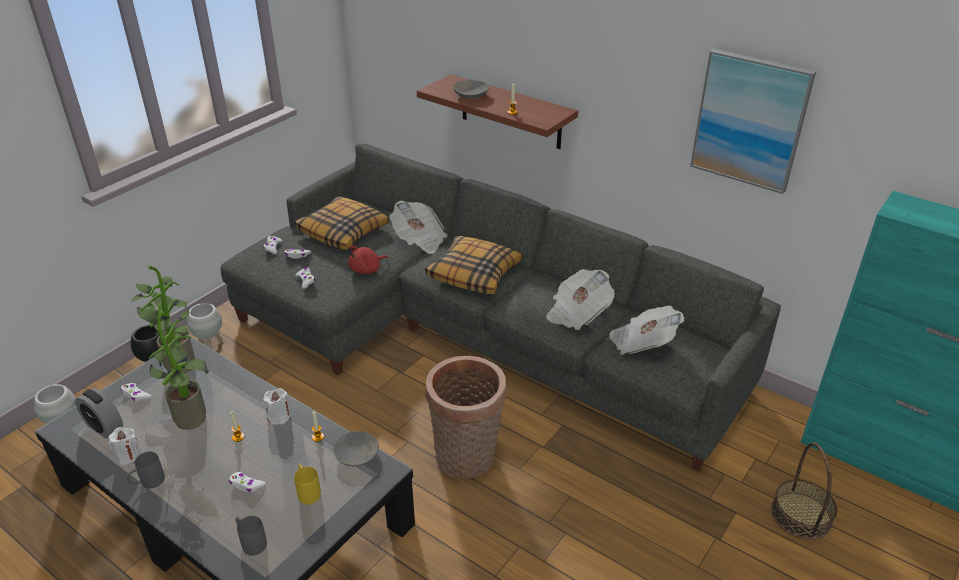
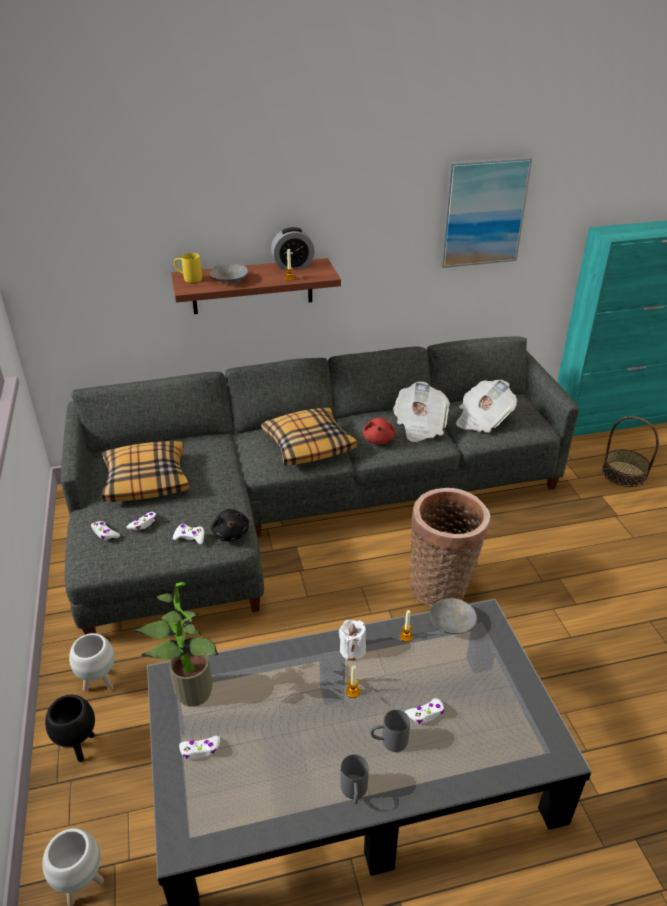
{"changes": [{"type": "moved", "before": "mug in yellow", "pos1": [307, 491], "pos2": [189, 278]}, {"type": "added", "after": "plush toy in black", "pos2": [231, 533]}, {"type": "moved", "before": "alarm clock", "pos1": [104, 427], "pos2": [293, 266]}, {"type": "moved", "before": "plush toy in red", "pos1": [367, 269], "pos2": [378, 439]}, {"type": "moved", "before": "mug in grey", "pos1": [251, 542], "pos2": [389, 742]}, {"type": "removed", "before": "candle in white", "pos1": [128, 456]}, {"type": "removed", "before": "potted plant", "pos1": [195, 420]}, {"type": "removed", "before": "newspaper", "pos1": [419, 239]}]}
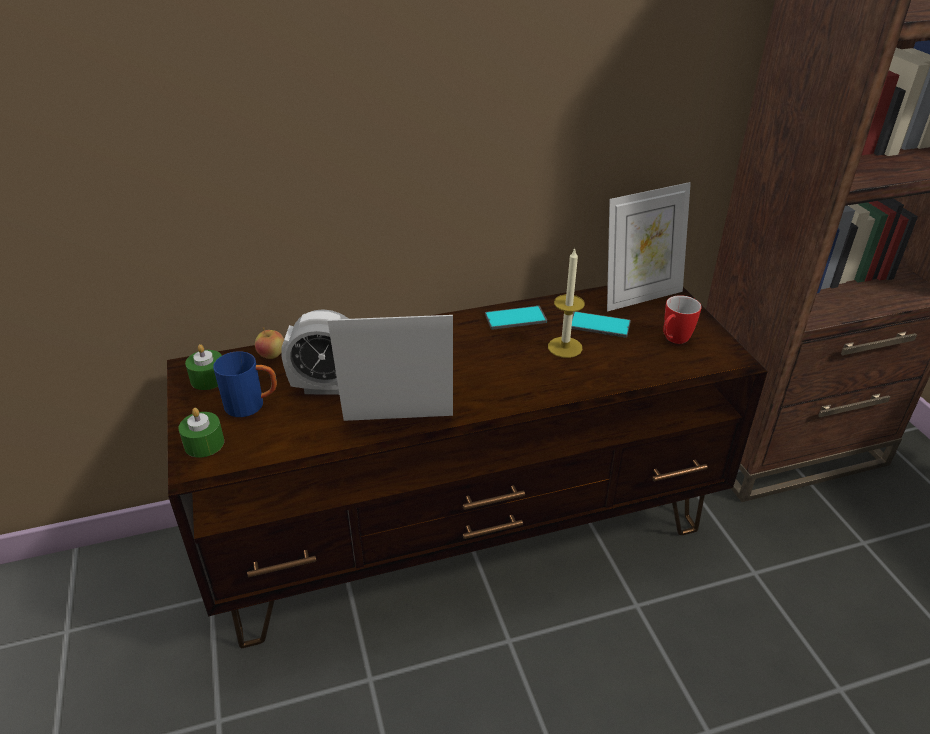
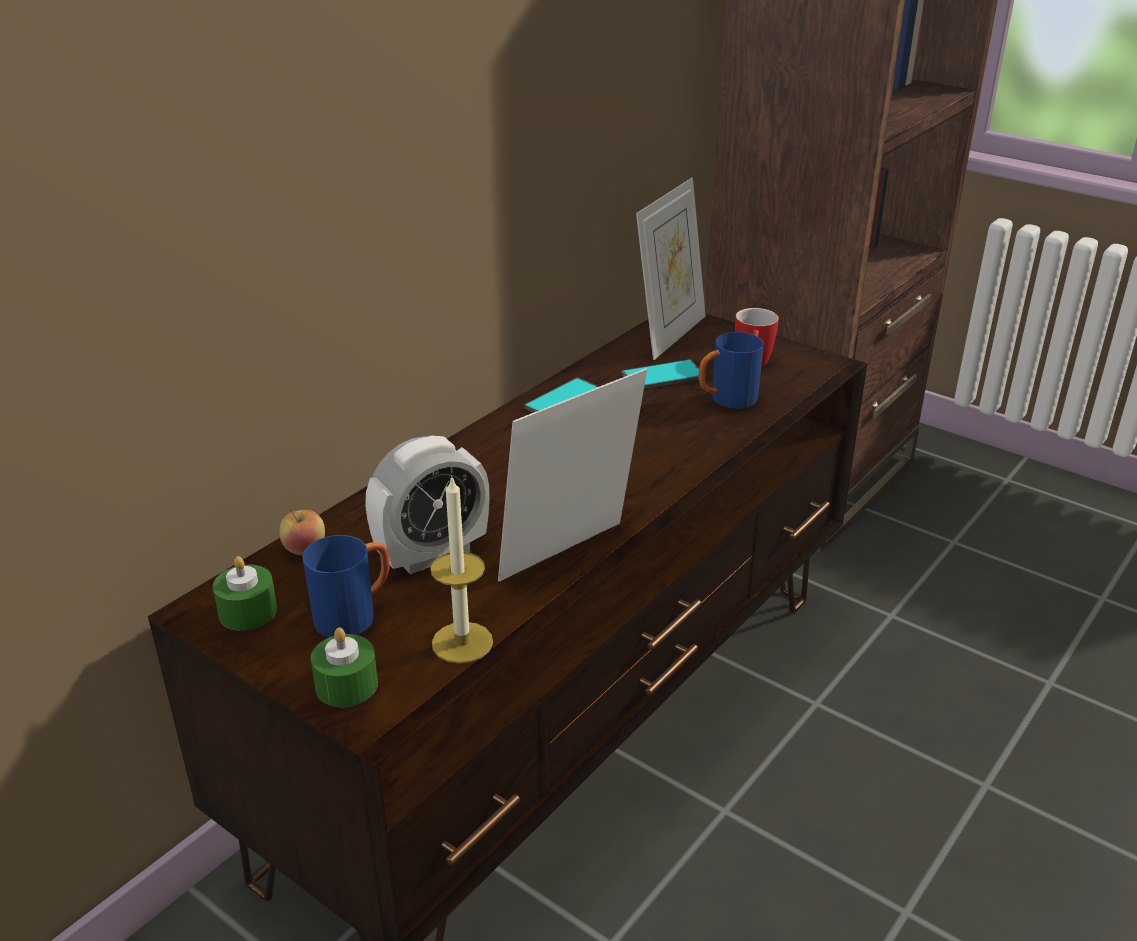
{"changes": [{"type": "moved", "before": "candle", "pos1": [565, 347], "pos2": [462, 642]}, {"type": "added", "after": "mug in blue", "pos2": [726, 400]}]}
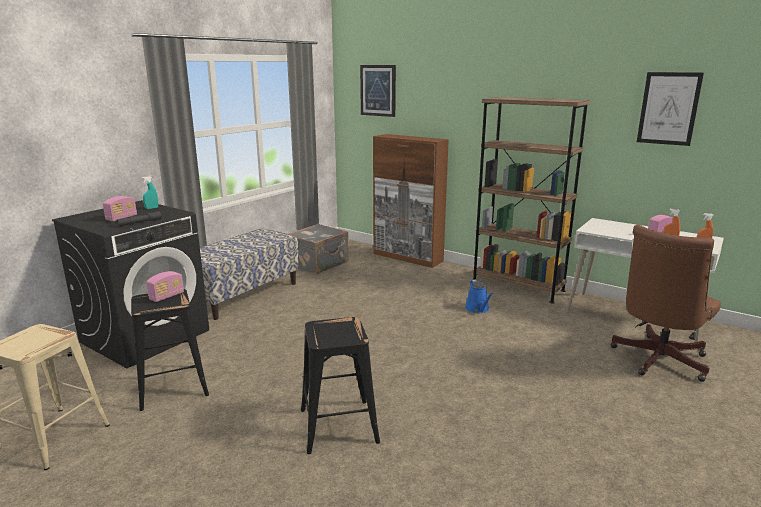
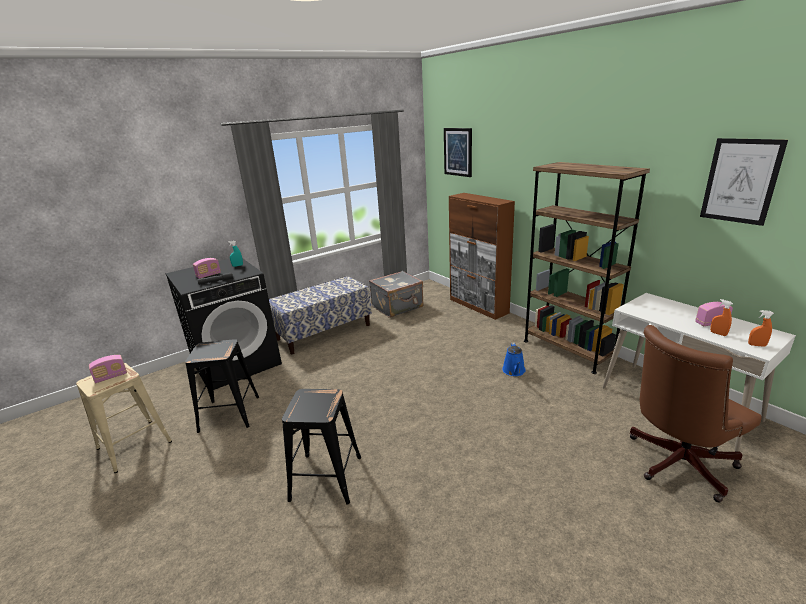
{"changes": [{"type": "moved", "before": "radio", "pos1": [167, 296], "pos2": [111, 377]}]}
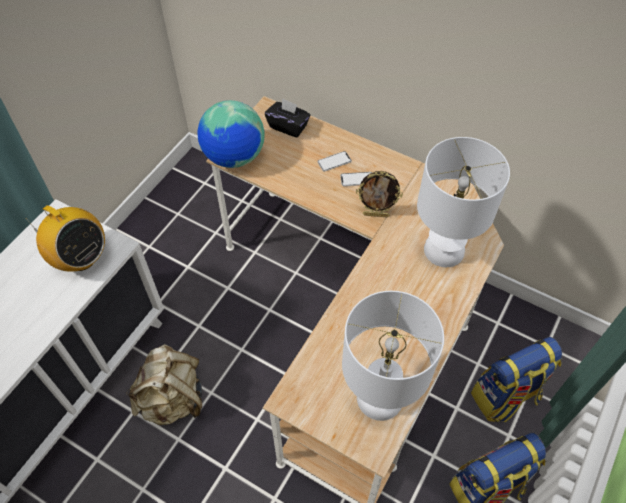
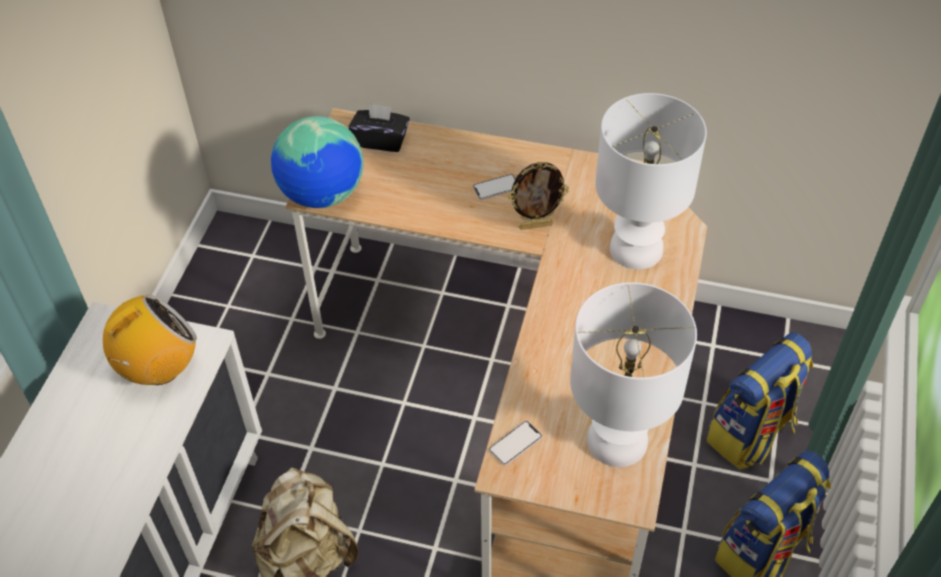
{"changes": [{"type": "turned", "before": "radio", "pos1": [80, 258], "pos2": [159, 368], "turn": -60}, {"type": "moved", "before": "phone", "pos1": [334, 162], "pos2": [515, 443]}]}
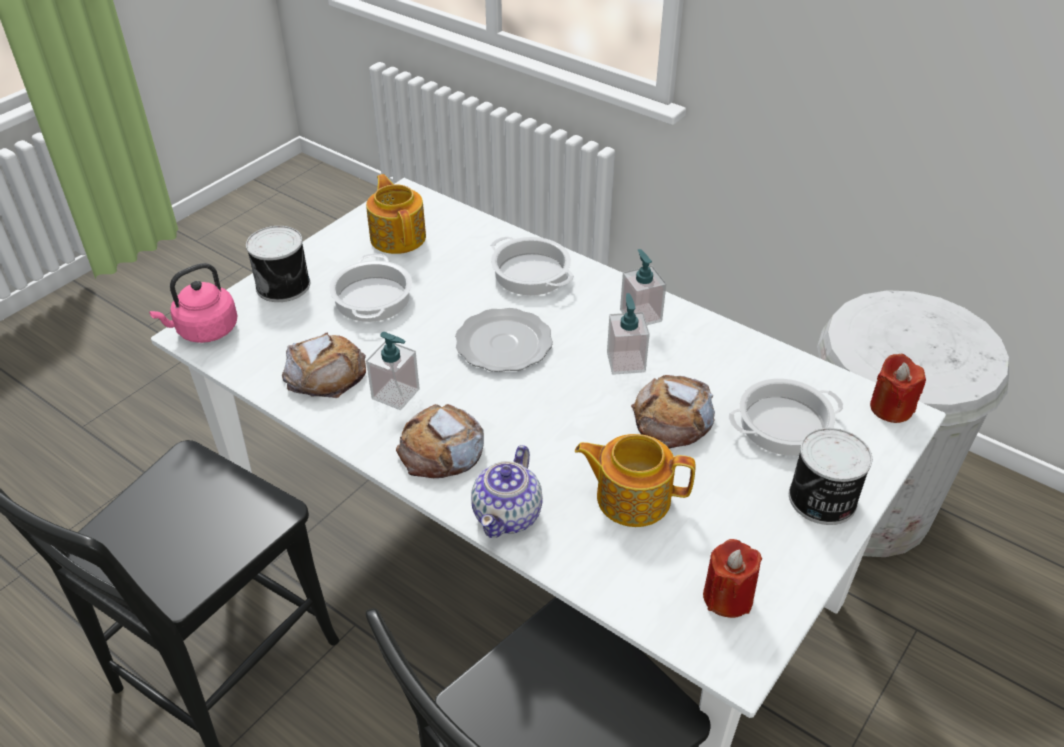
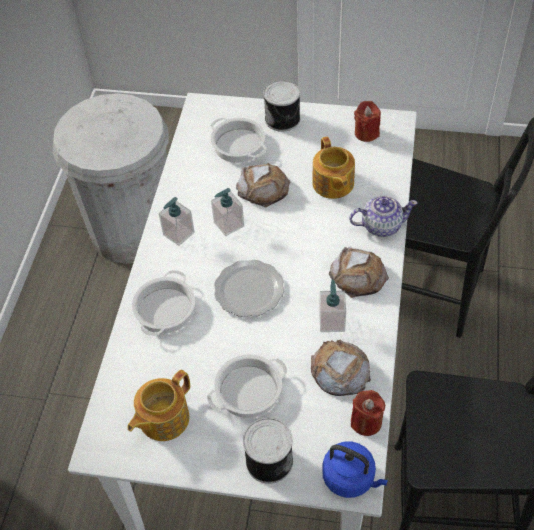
{"changes": [{"type": "recoloured", "before": "kettle in pink", "after": "kettle in blue", "pos1": [204, 331], "pos2": [351, 478]}, {"type": "moved", "before": "candle in red", "pos1": [891, 408], "pos2": [366, 422]}]}
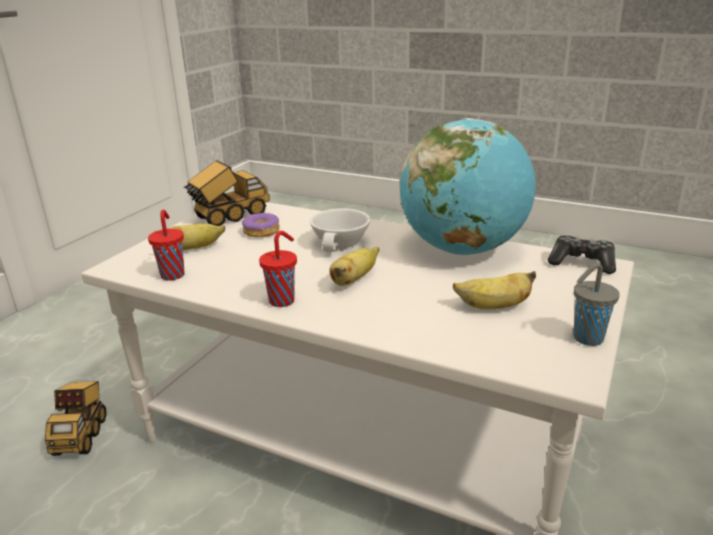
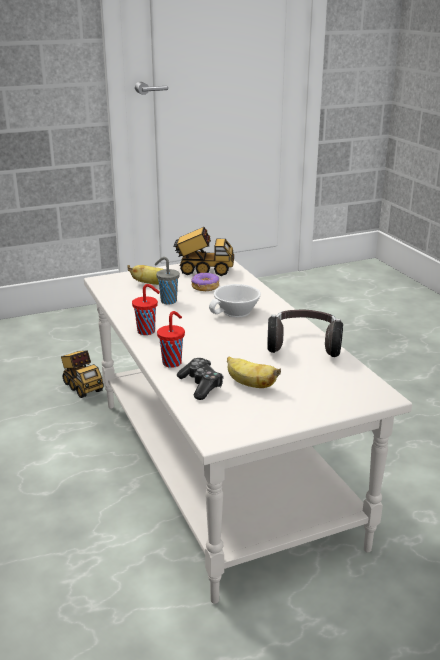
{"changes": [{"type": "turned", "before": "toy truck", "pos1": [81, 435], "pos2": [82, 387], "turn": -75}, {"type": "moved", "before": "cup in grey", "pos1": [586, 339], "pos2": [167, 301]}, {"type": "moved", "before": "cup in red", "pos1": [173, 275], "pos2": [173, 362]}, {"type": "moved", "before": "game controller", "pos1": [582, 263], "pos2": [201, 385]}, {"type": "replaced", "before": "globe", "after": "headphones", "pos1": [463, 250], "pos2": [304, 345]}, {"type": "removed", "before": "banana", "pos1": [354, 280]}]}
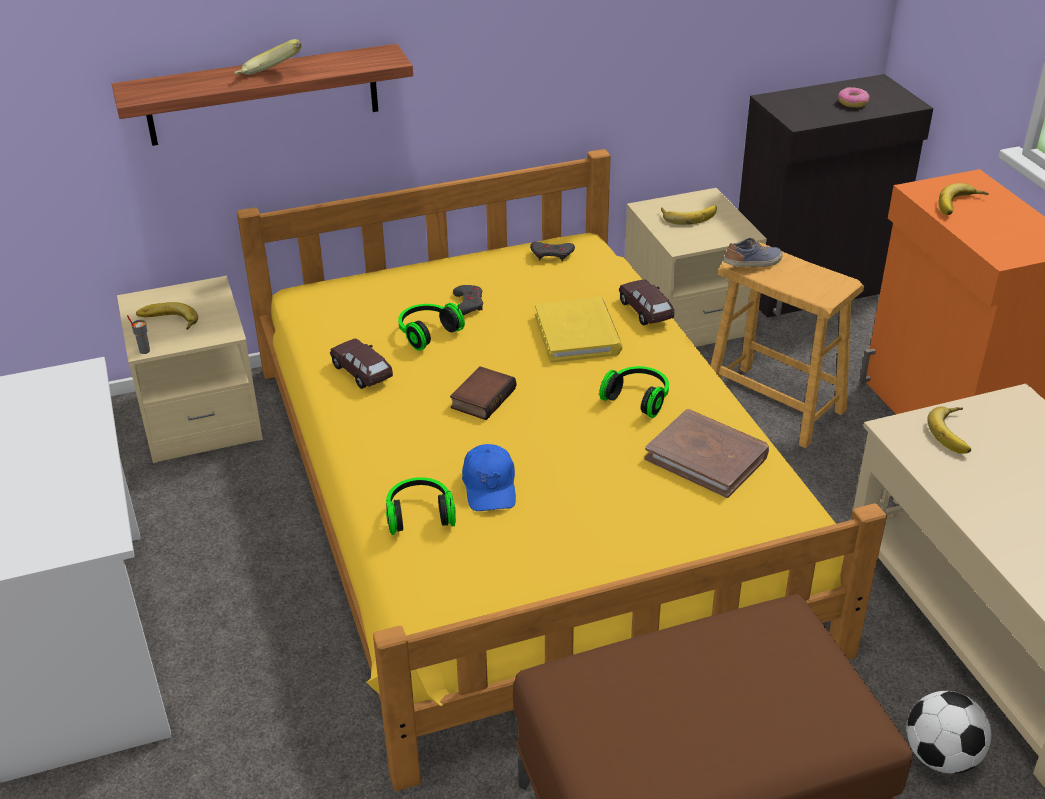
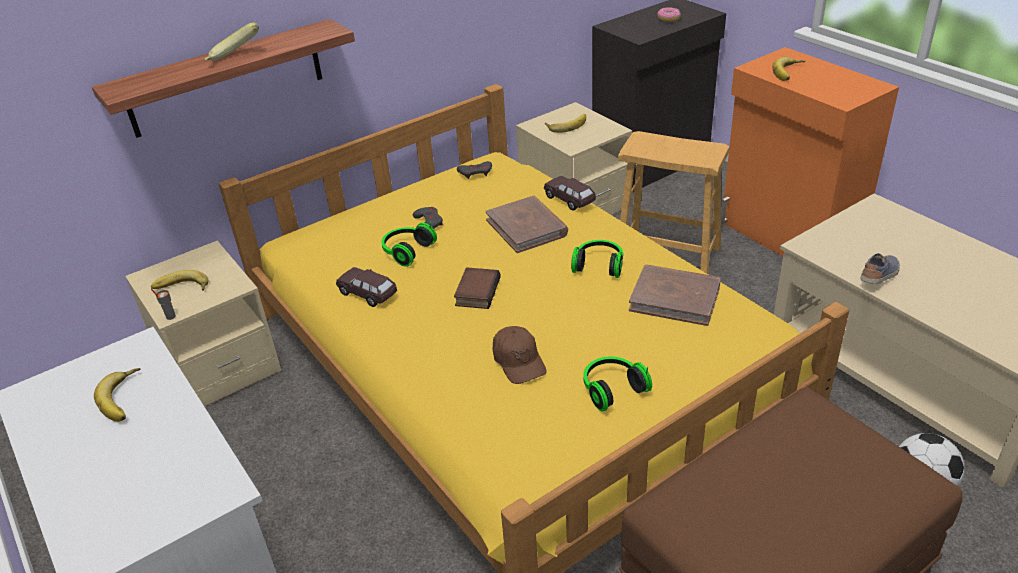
{"changes": [{"type": "moved", "before": "banana", "pos1": [955, 433], "pos2": [125, 398]}, {"type": "recoloured", "before": "book in yellow", "after": "book in brown", "pos1": [578, 334], "pos2": [527, 227]}, {"type": "recoloured", "before": "cap in blue", "after": "cap in brown", "pos1": [490, 486], "pos2": [519, 361]}, {"type": "moved", "before": "headphones", "pos1": [419, 515], "pos2": [612, 389]}, {"type": "moved", "before": "shoe", "pos1": [753, 264], "pos2": [879, 276]}]}
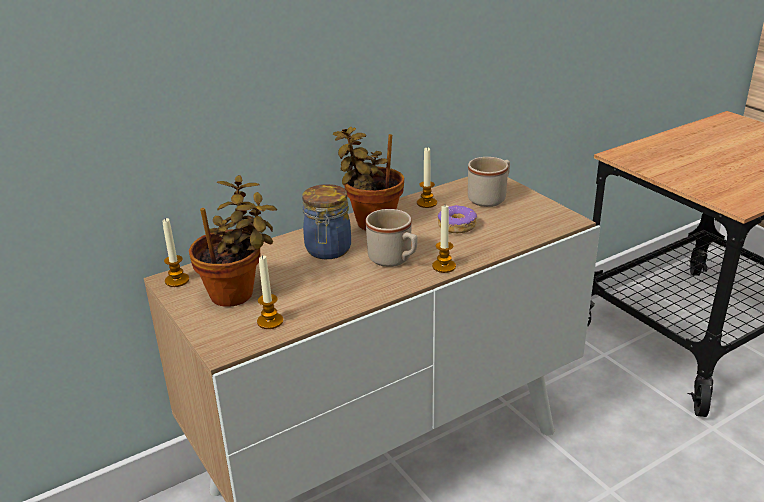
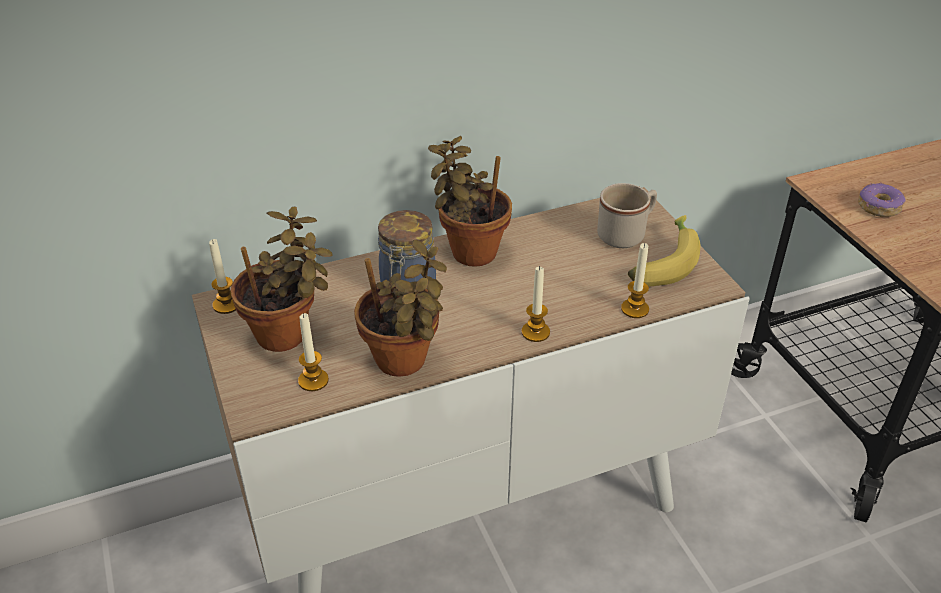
{"changes": [{"type": "added", "after": "potted plant", "pos2": [405, 362]}, {"type": "moved", "before": "candle", "pos1": [426, 203], "pos2": [635, 309]}, {"type": "added", "after": "banana", "pos2": [662, 262]}, {"type": "moved", "before": "donut", "pos1": [456, 226], "pos2": [878, 207]}, {"type": "removed", "before": "mug in beige", "pos1": [394, 260]}]}
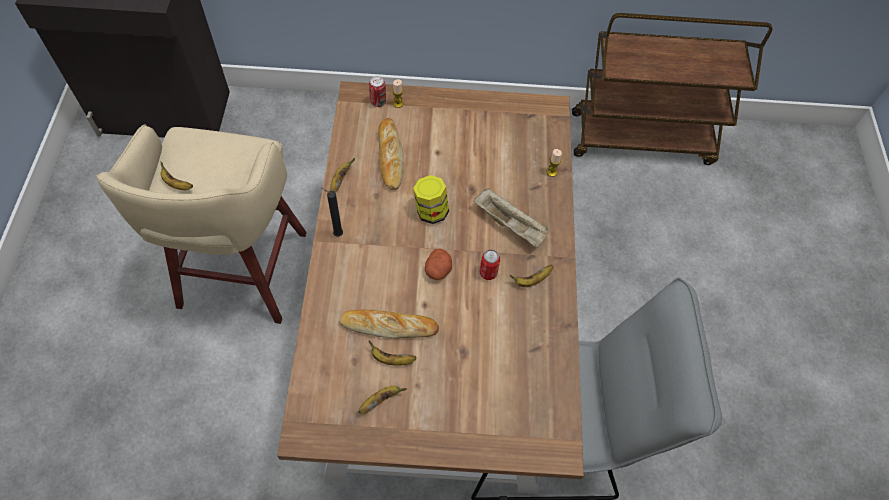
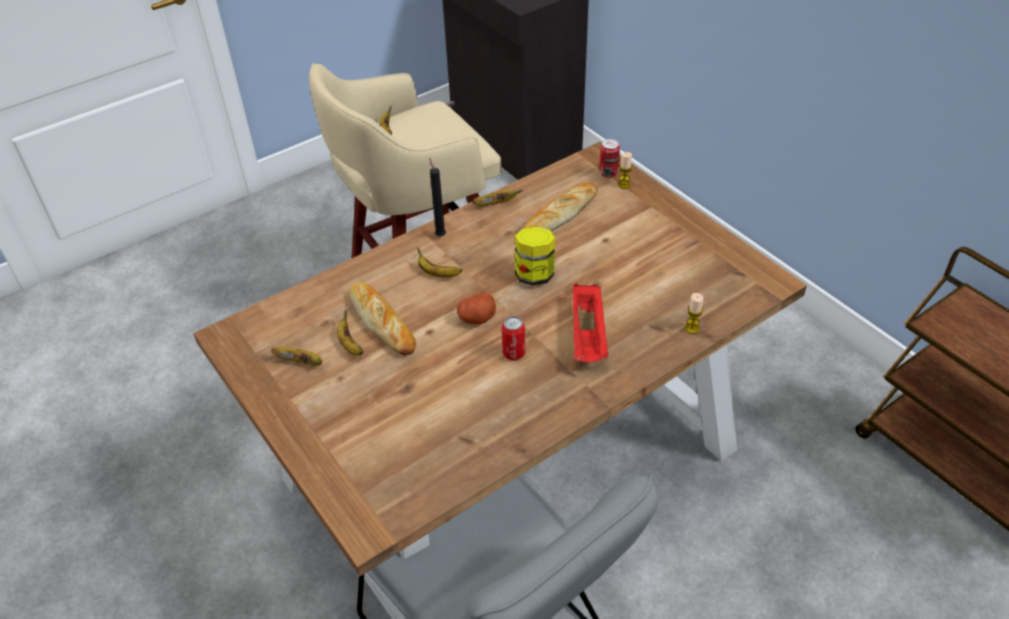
{"changes": [{"type": "moved", "before": "banana", "pos1": [532, 280], "pos2": [437, 274]}, {"type": "recoloured", "before": "tray in beige", "after": "tray in red", "pos1": [510, 225], "pos2": [588, 336]}]}
